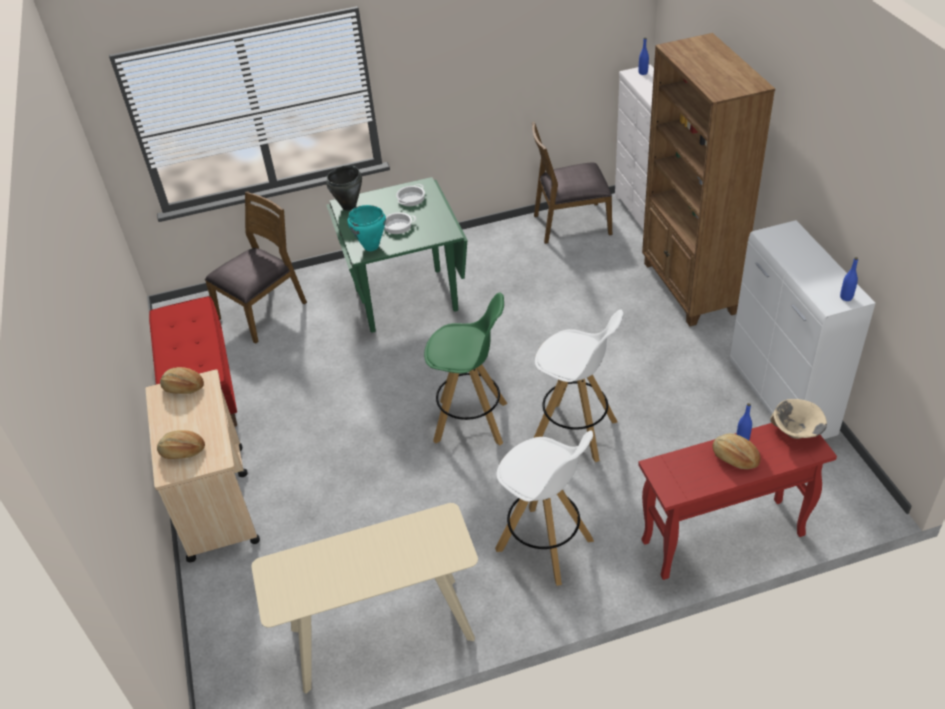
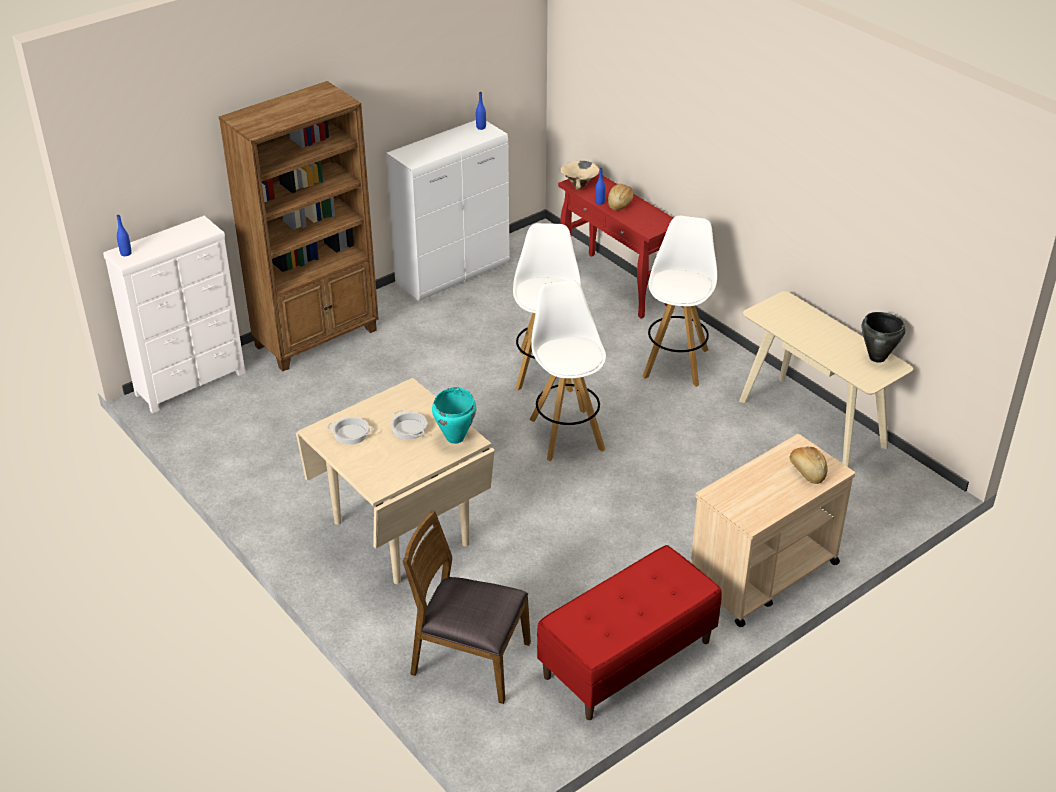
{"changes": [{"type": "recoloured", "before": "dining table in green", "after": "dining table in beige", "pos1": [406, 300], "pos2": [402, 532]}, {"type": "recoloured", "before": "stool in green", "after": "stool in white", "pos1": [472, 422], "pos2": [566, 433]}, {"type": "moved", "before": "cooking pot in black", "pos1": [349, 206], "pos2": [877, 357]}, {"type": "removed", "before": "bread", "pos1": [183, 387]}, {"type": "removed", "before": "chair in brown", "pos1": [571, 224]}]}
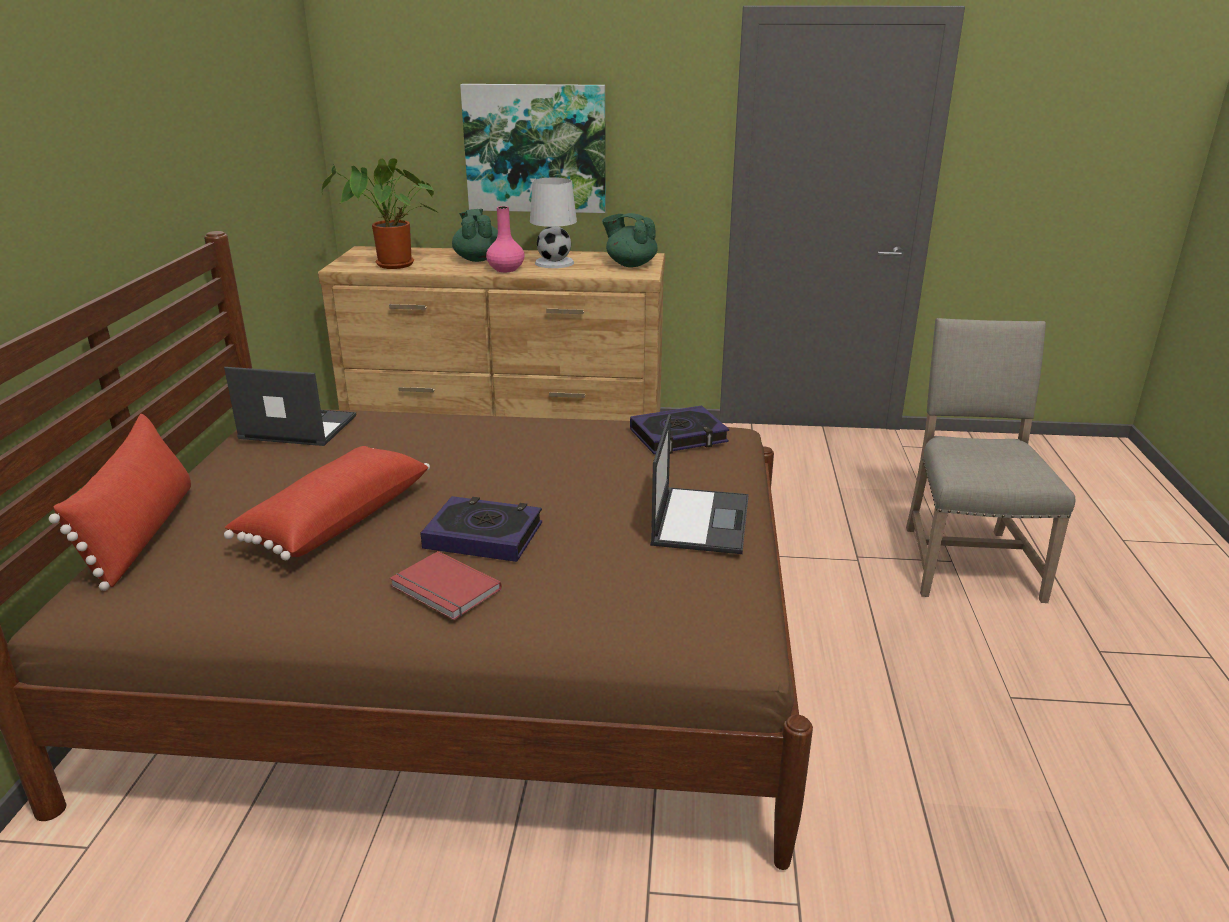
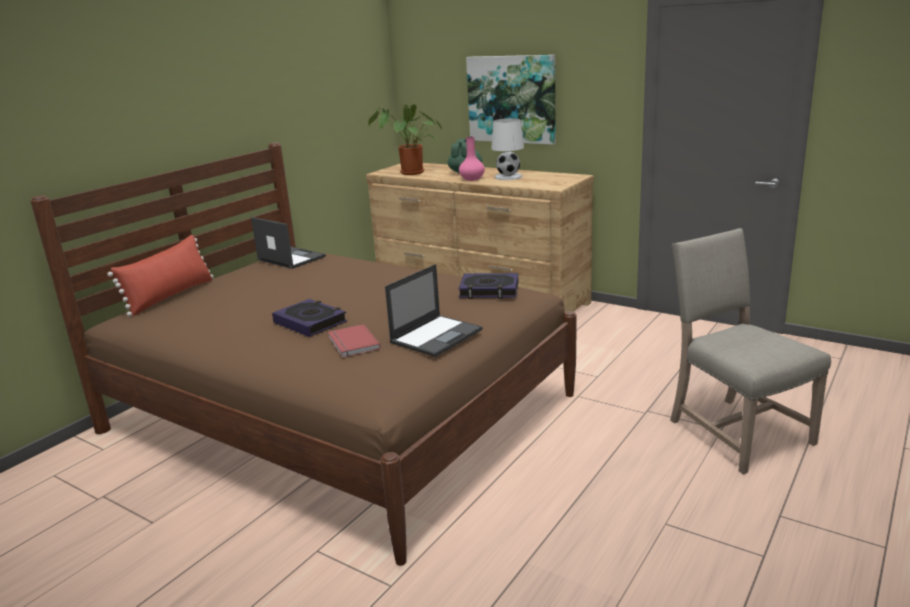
{"changes": [{"type": "moved", "before": "book in red", "pos1": [443, 589], "pos2": [352, 343]}, {"type": "turned", "before": "chair in beige", "pos1": [966, 560], "pos2": [734, 431], "turn": -60}, {"type": "removed", "before": "pillow in red", "pos1": [335, 519]}, {"type": "removed", "before": "teapot in green", "pos1": [630, 264]}]}
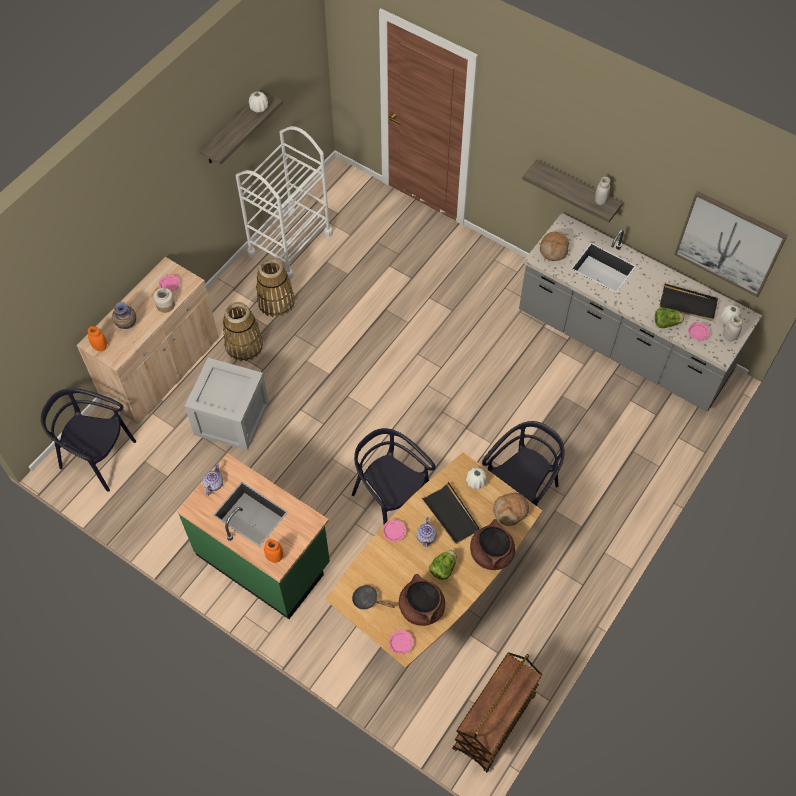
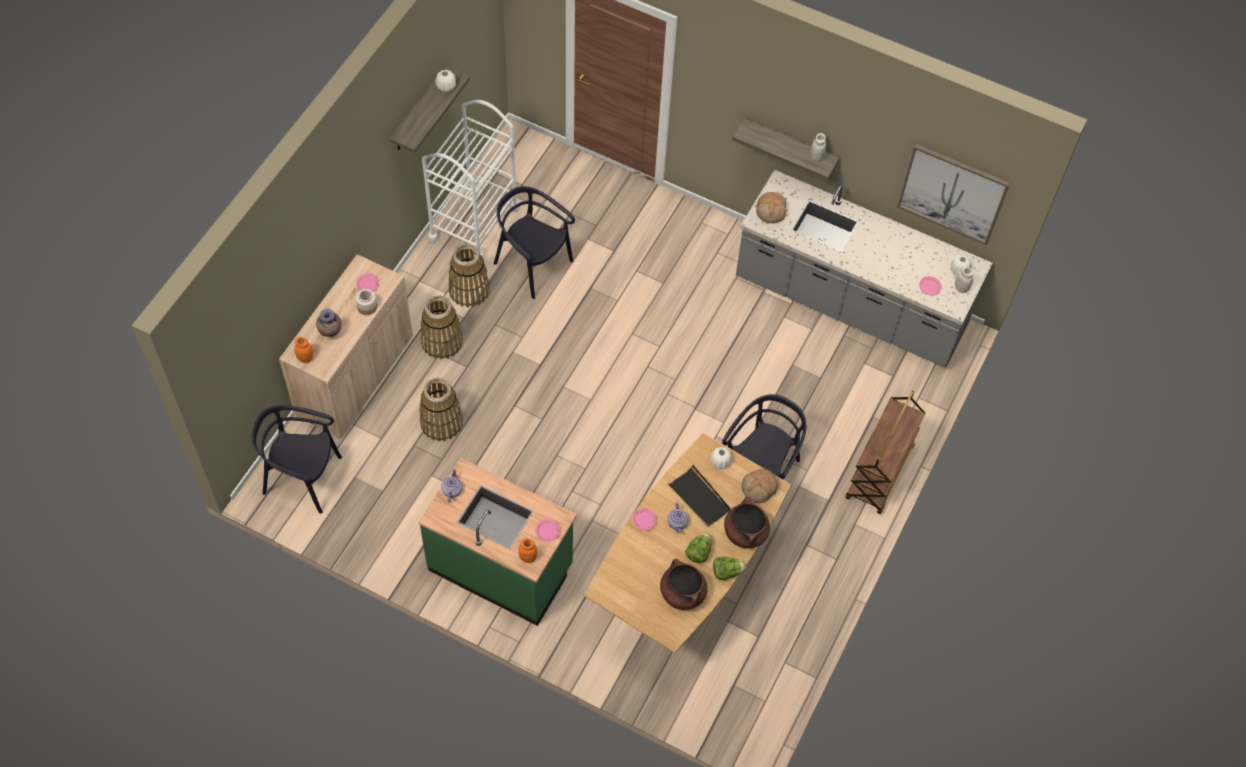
{"changes": [{"type": "replaced", "before": "crate", "after": "basket", "pos1": [231, 418], "pos2": [441, 422]}, {"type": "moved", "before": "chair in black", "pos1": [390, 500], "pos2": [532, 265]}, {"type": "moved", "before": "plate in pink", "pos1": [400, 644], "pos2": [547, 532]}, {"type": "moved", "before": "lettuce", "pos1": [666, 323], "pos2": [727, 572]}, {"type": "moved", "before": "cart in brown", "pos1": [494, 723], "pos2": [879, 473]}, {"type": "removed", "before": "frying pan in black", "pos1": [368, 600]}, {"type": "removed", "before": "tray in black", "pos1": [688, 304]}]}
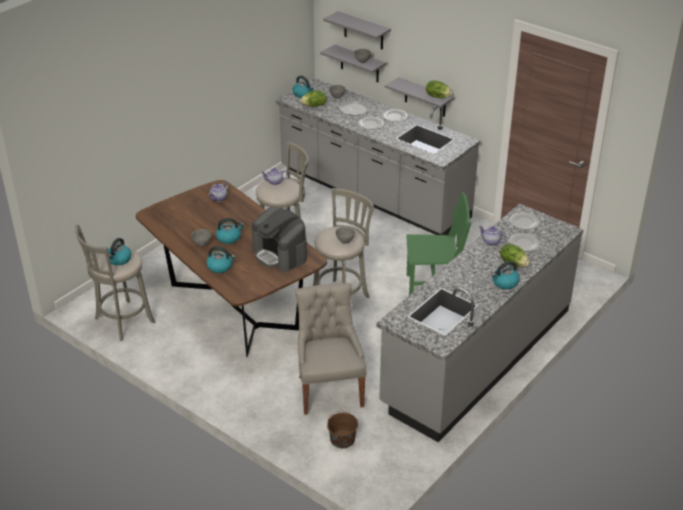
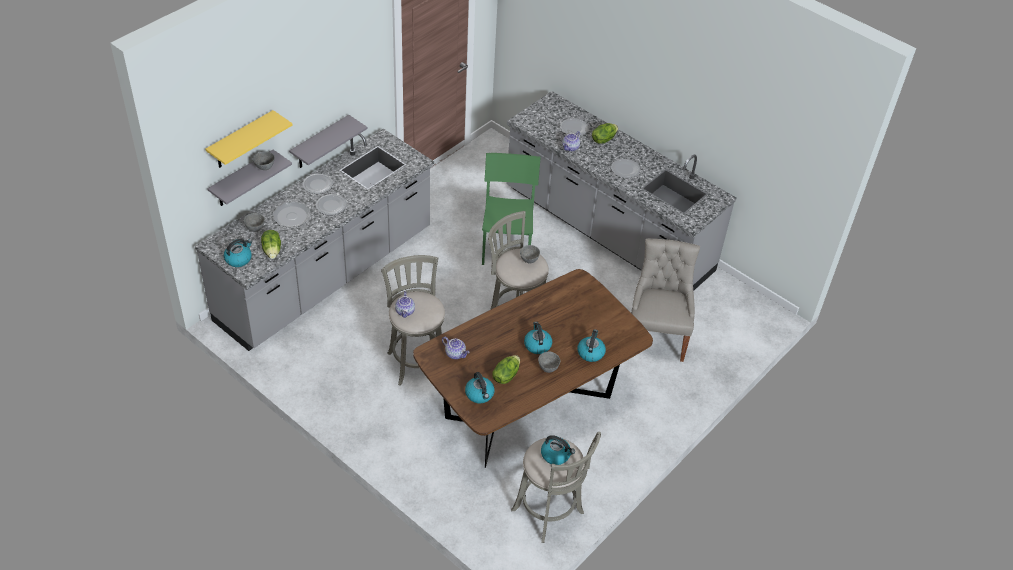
{"changes": [{"type": "recoloured", "before": "shelf in grey", "after": "shelf in yellow", "pos1": [363, 31], "pos2": [241, 141]}, {"type": "moved", "before": "kettle", "pos1": [504, 283], "pos2": [480, 394]}, {"type": "moved", "before": "lettuce", "pos1": [438, 96], "pos2": [505, 375]}, {"type": "moved", "before": "plate", "pos1": [524, 222], "pos2": [625, 169]}, {"type": "turned", "before": "chair in grey", "pos1": [329, 390], "pos2": [656, 336], "turn": 105}, {"type": "removed", "before": "coffee machine", "pos1": [280, 254]}, {"type": "removed", "before": "bucket in brown", "pos1": [342, 439]}]}
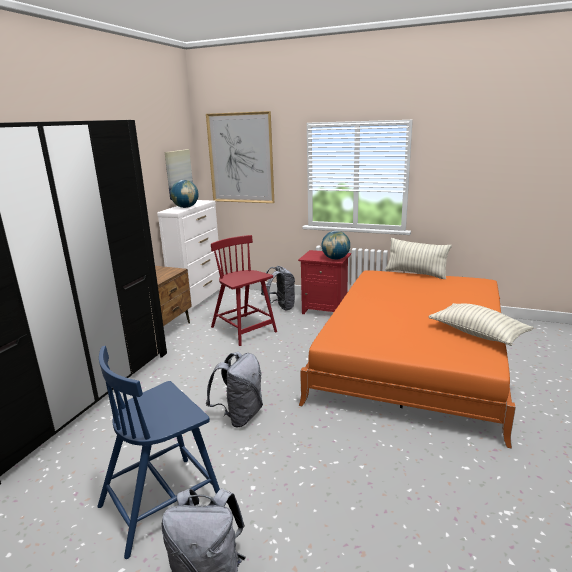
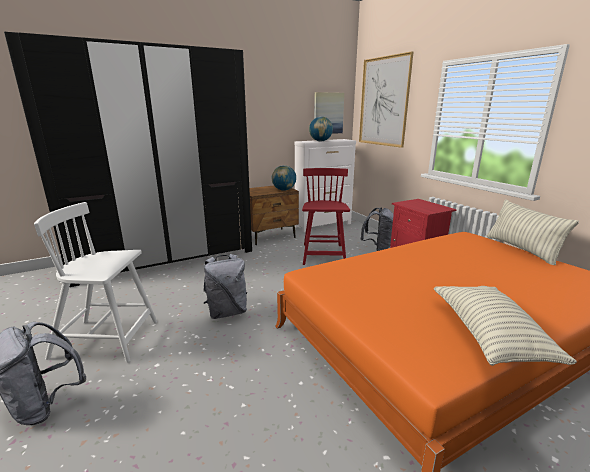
{"changes": [{"type": "recoloured", "before": "chair in blue", "after": "chair in white", "pos1": [163, 502], "pos2": [107, 339]}, {"type": "moved", "before": "globe", "pos1": [335, 259], "pos2": [284, 190]}]}
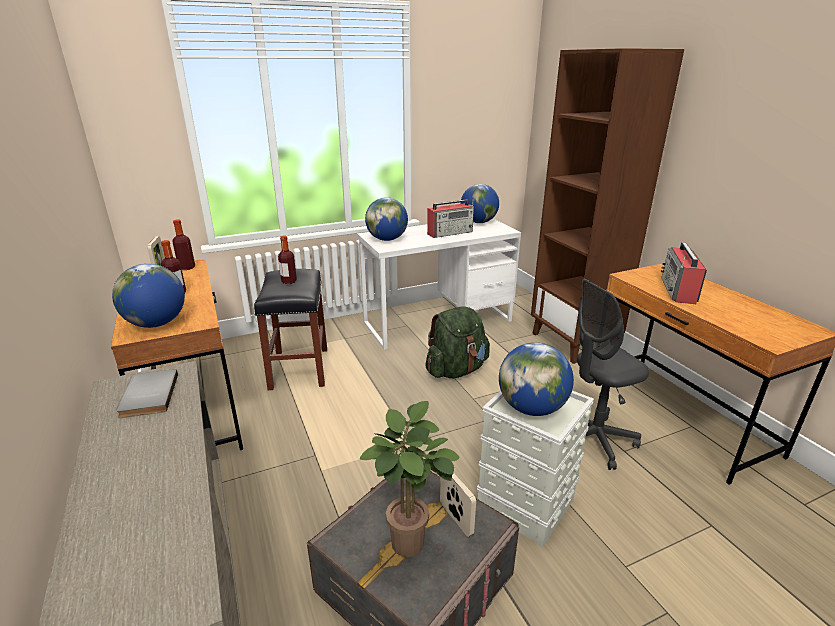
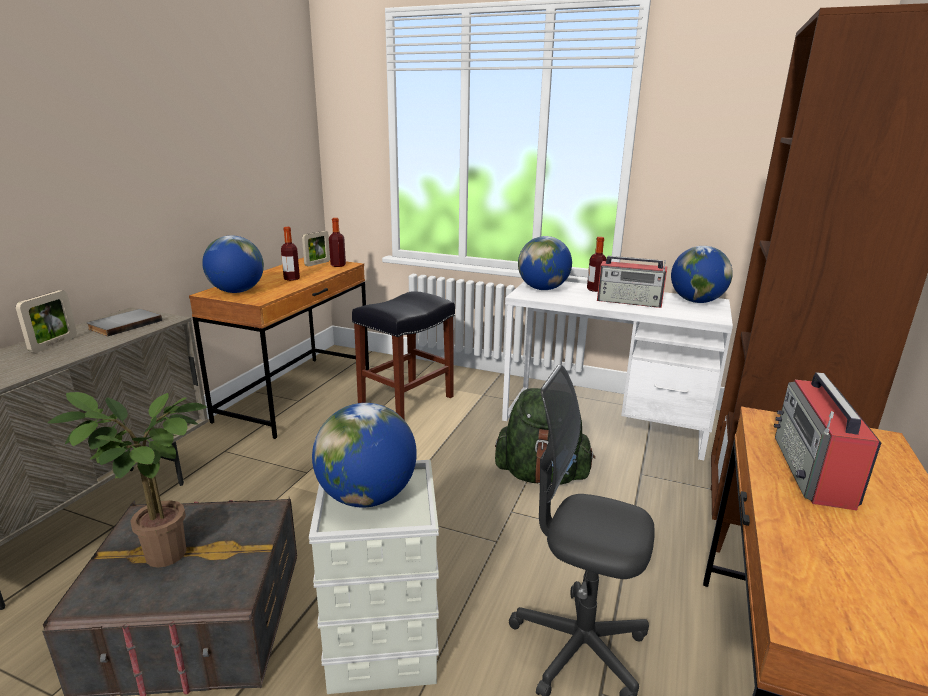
{"changes": [{"type": "moved", "before": "picture frame", "pos1": [456, 519], "pos2": [54, 344]}, {"type": "moved", "before": "bottle", "pos1": [289, 281], "pos2": [595, 289]}, {"type": "turned", "before": "radio", "pos1": [678, 291], "pos2": [813, 471], "turn": -45}]}
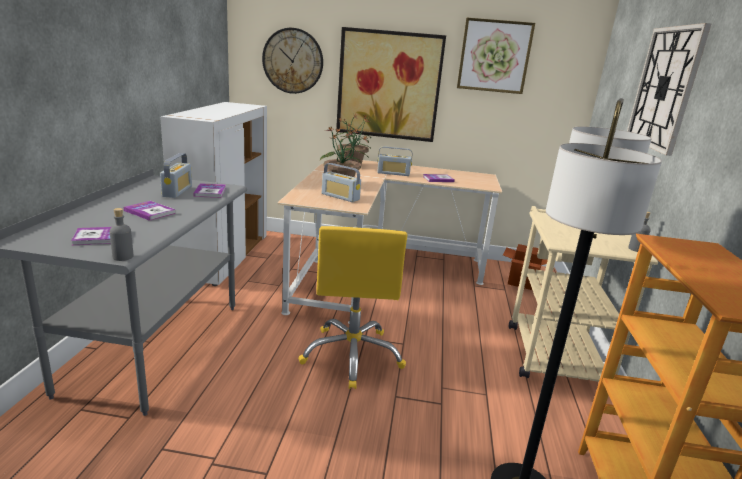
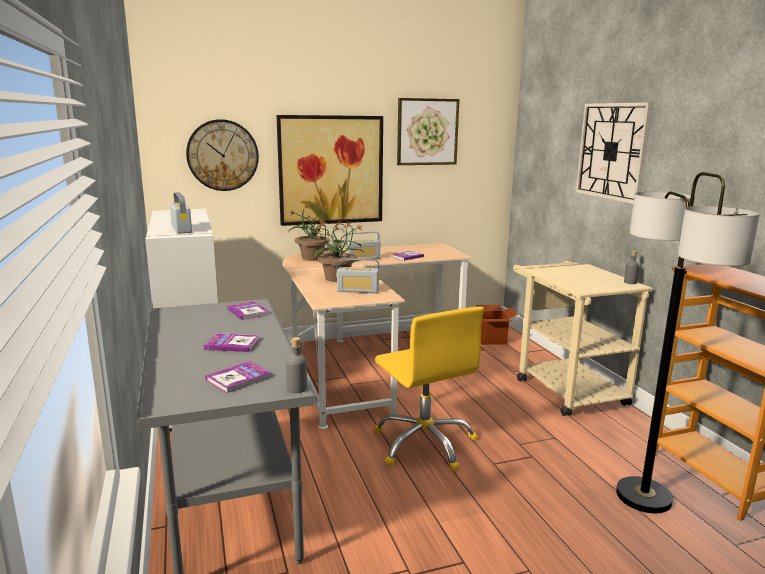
{"changes": [{"type": "moved", "before": "radio", "pos1": [177, 191], "pos2": [181, 229]}]}
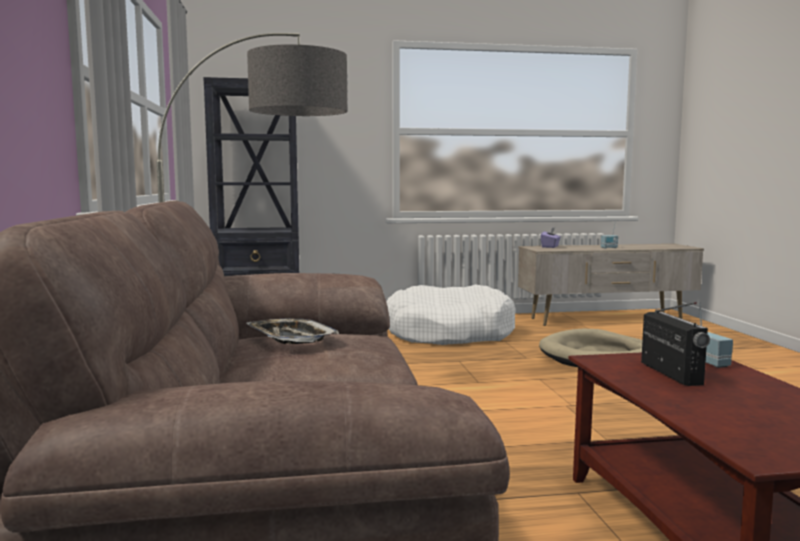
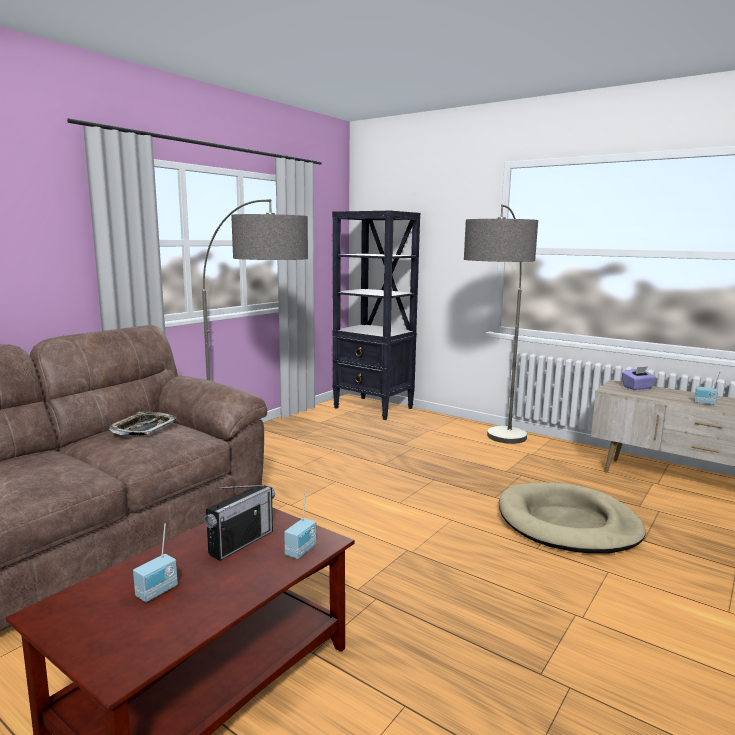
{"changes": [{"type": "added", "after": "radio", "pos2": [158, 592]}, {"type": "replaced", "before": "dog bed in white", "after": "floor lamp", "pos1": [448, 333], "pos2": [493, 451]}]}
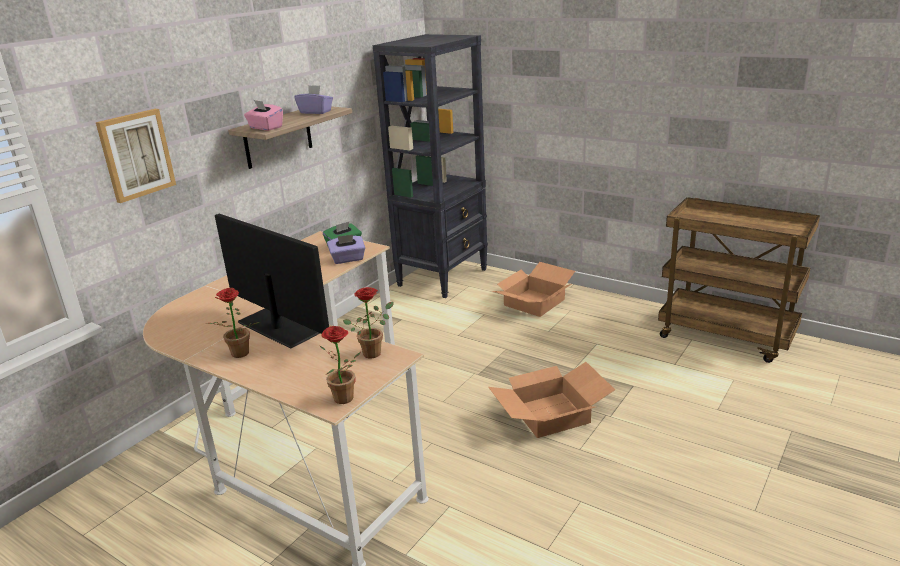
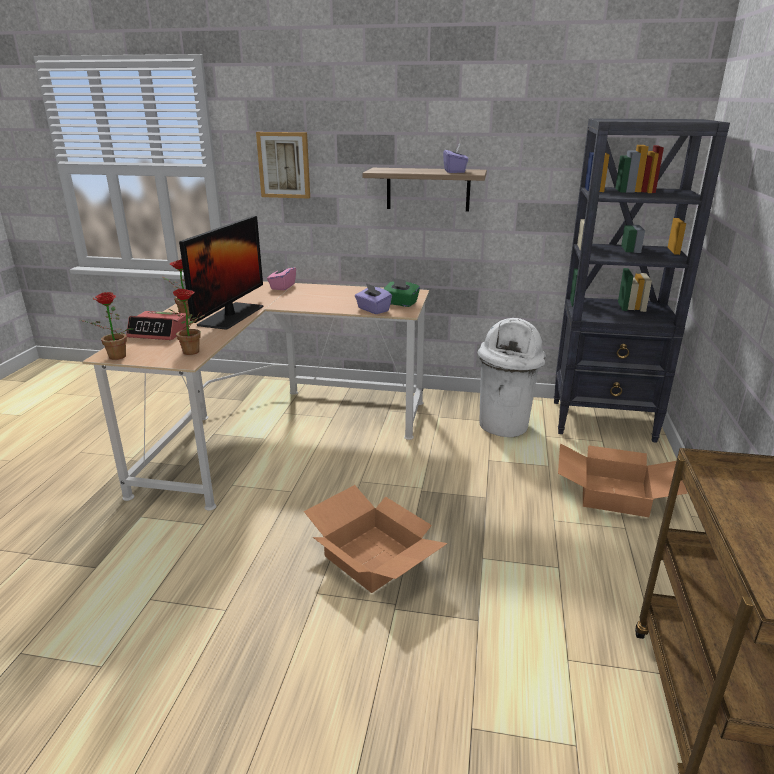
{"changes": [{"type": "added", "after": "alarm clock", "pos2": [159, 333]}, {"type": "moved", "before": "tissue box in pink", "pos1": [265, 128], "pos2": [282, 287]}, {"type": "added", "after": "trash can in white", "pos2": [504, 426]}]}
